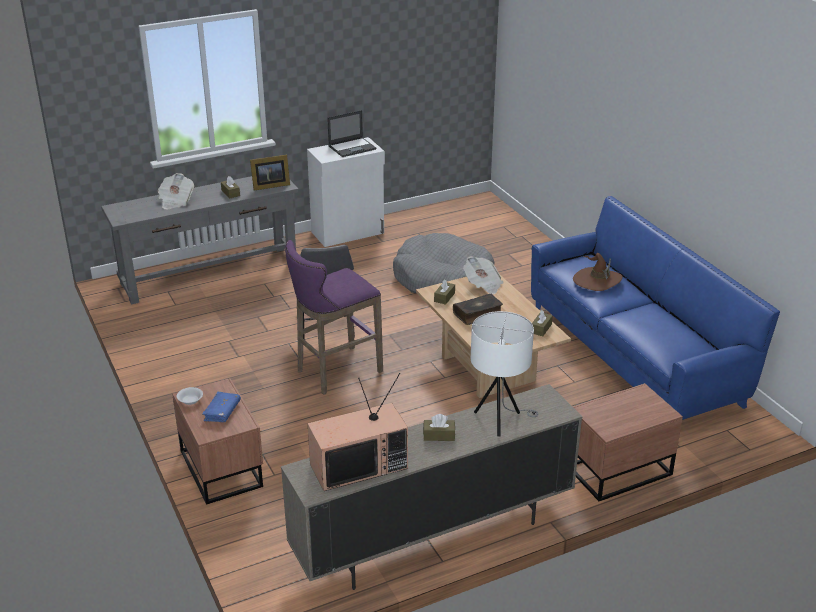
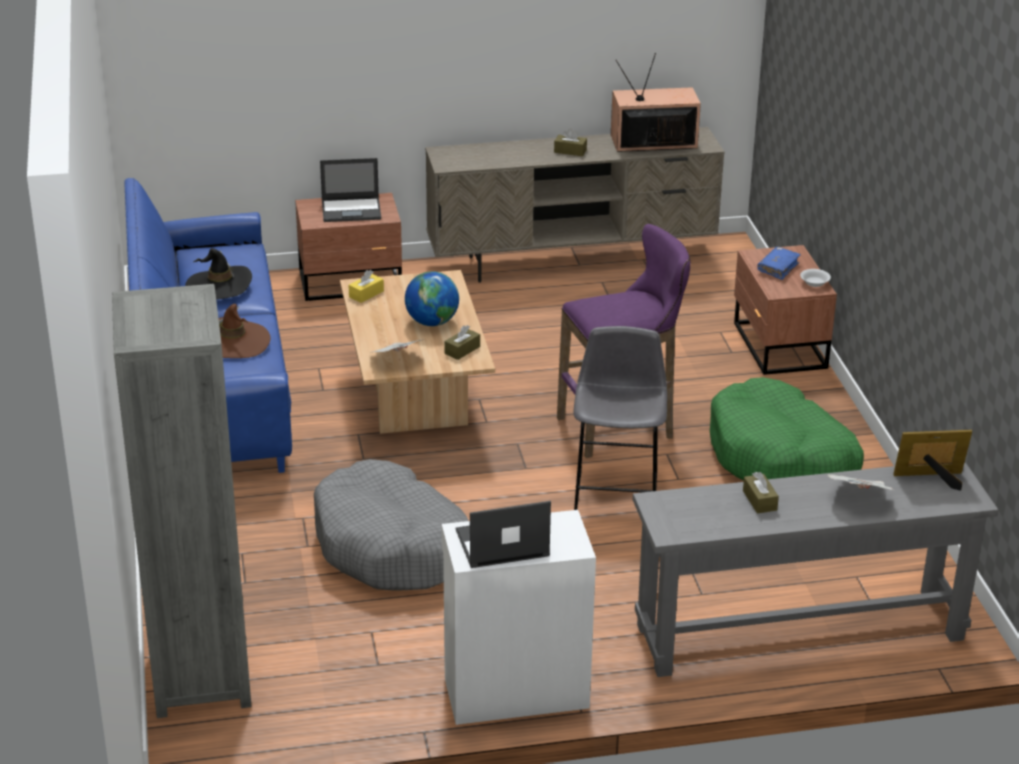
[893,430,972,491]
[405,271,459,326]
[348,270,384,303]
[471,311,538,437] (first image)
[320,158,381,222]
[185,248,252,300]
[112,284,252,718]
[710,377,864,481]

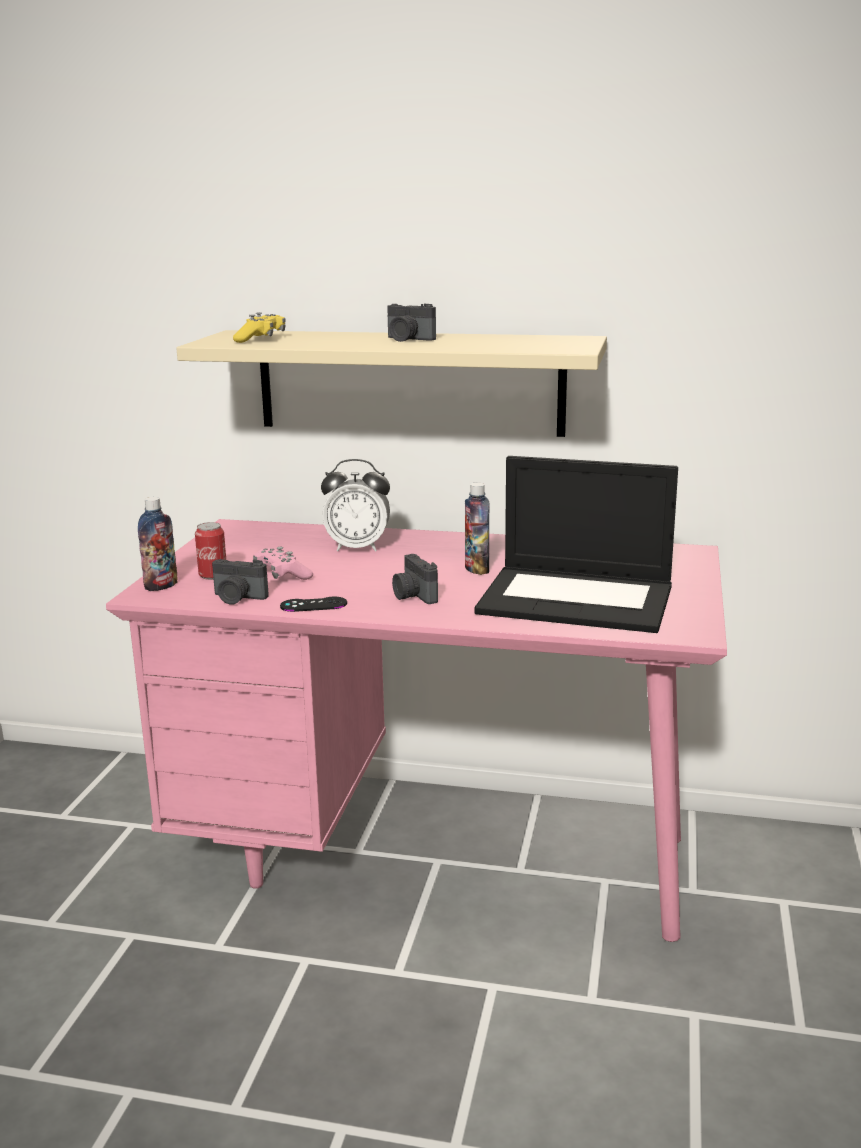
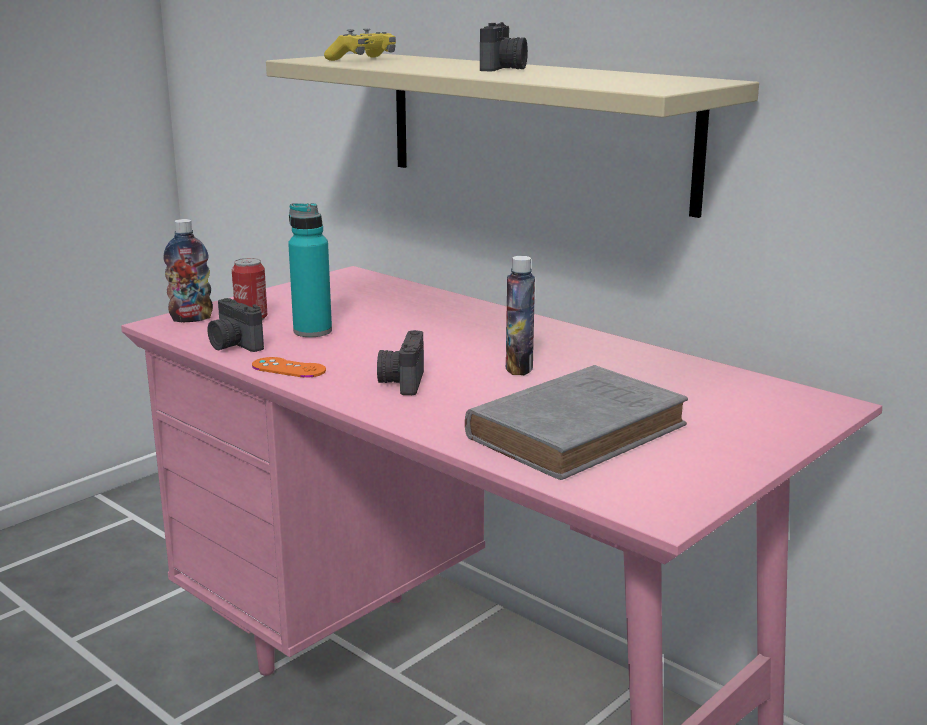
[480,22,528,71]
[465,365,688,480]
[321,459,390,552] (first image)
[288,203,332,337]
[252,357,326,378]

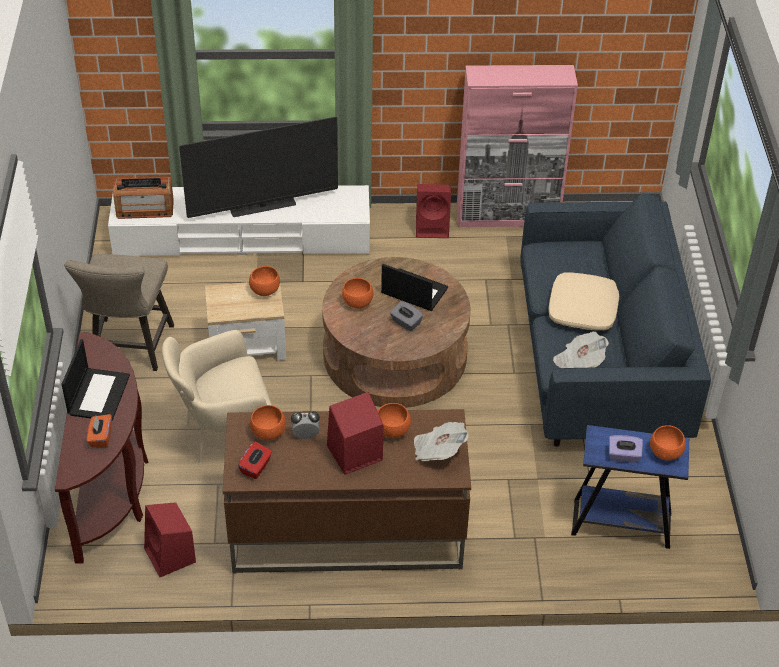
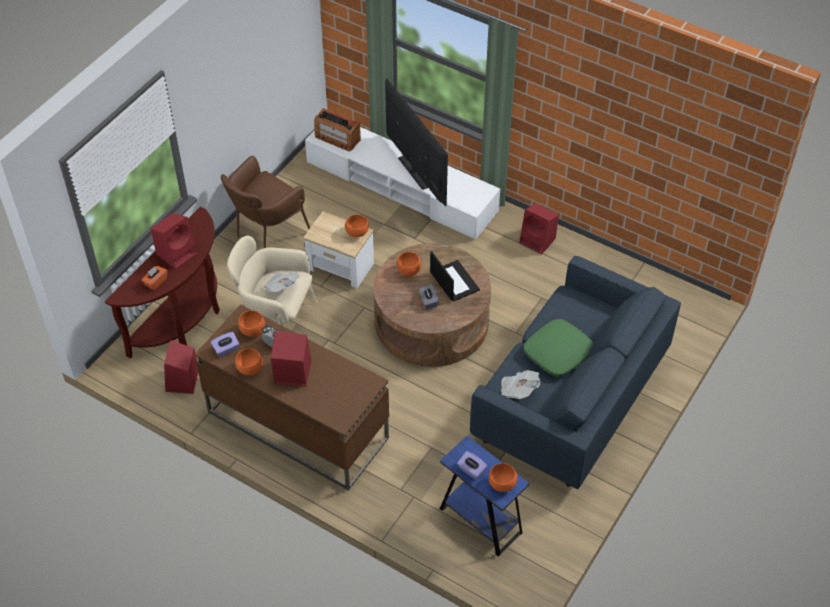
[457,65,578,227] (first image)
[385,79,448,206]
[221,156,310,248]
[524,319,593,377]
[151,213,198,269]
[235,348,263,376]
[263,272,300,292]
[211,332,240,357]

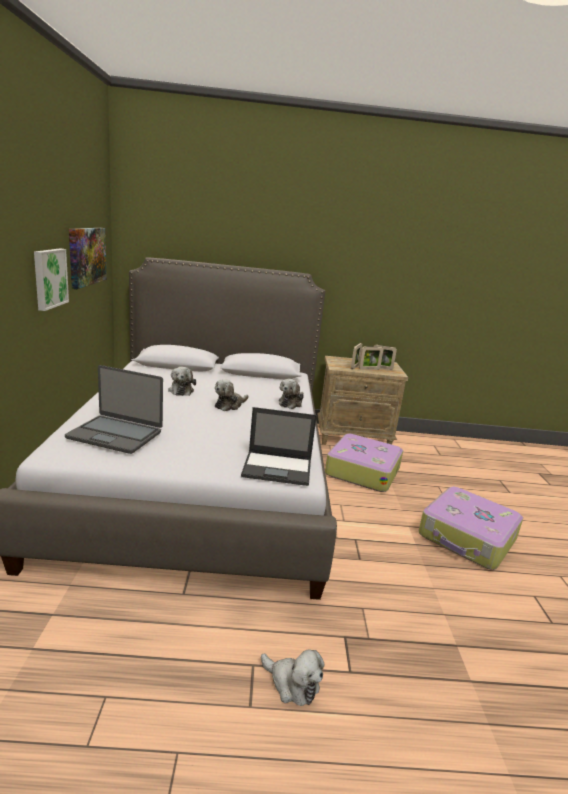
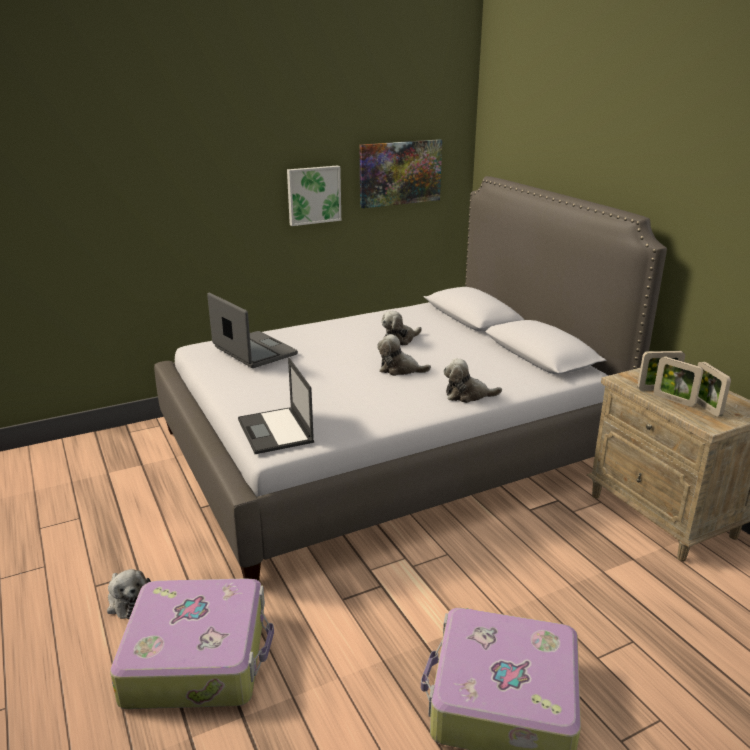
[207,293,298,368]
[110,578,274,709]
[107,569,151,619]

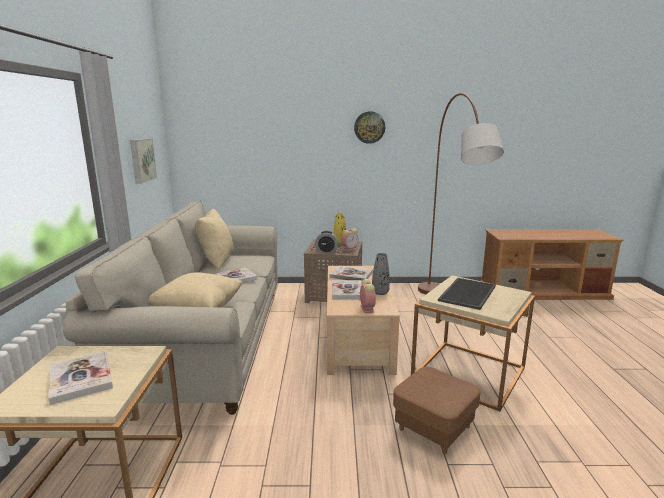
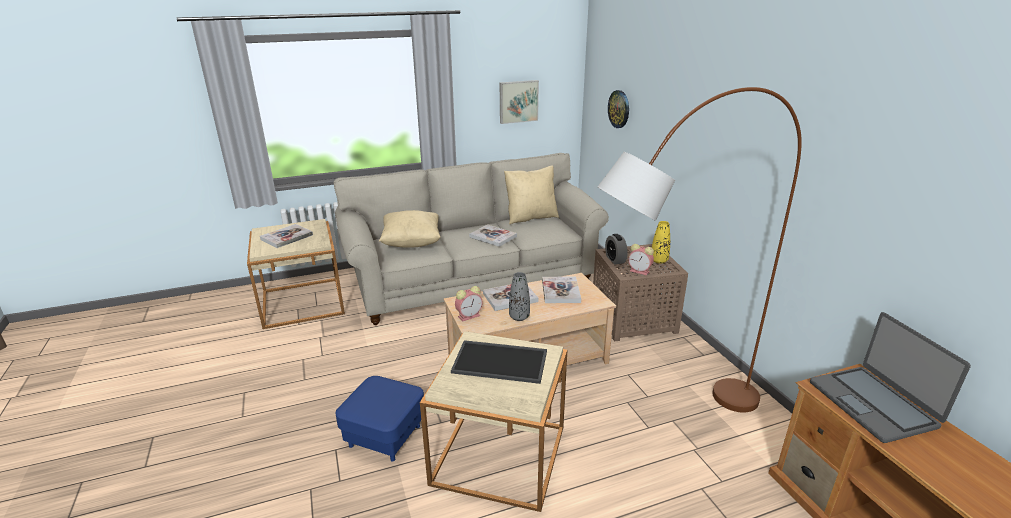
[608,90,629,128]
[335,376,424,461]
[810,312,971,443]

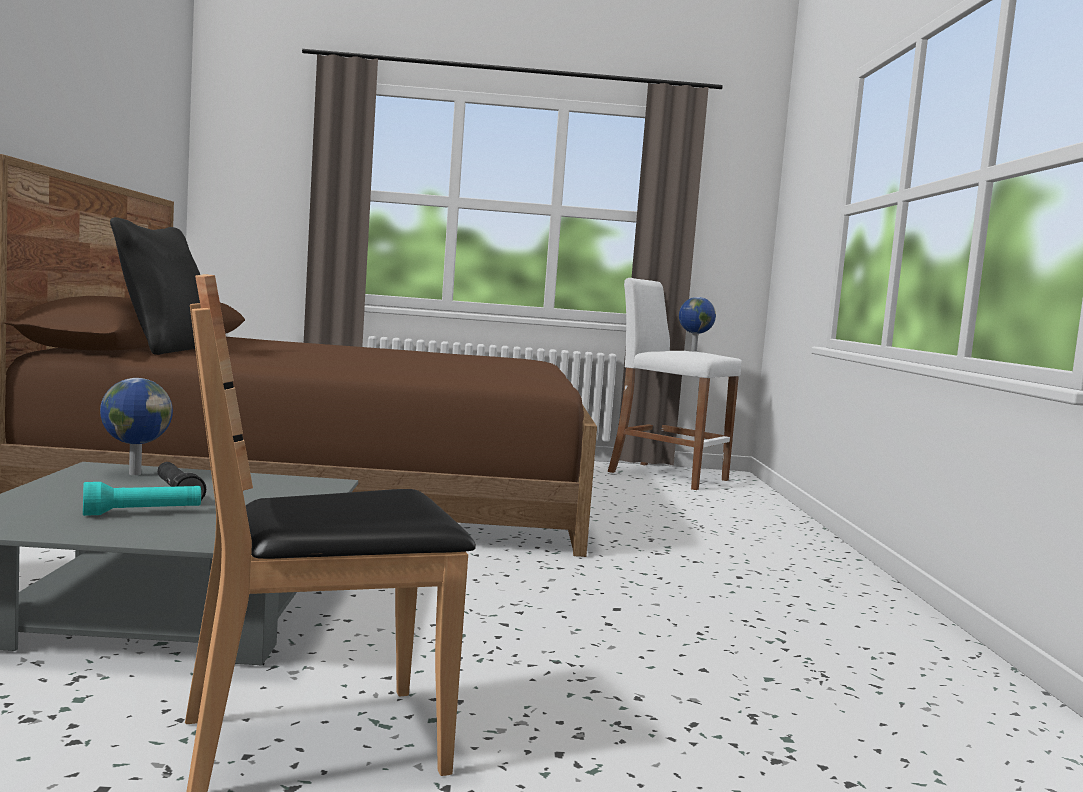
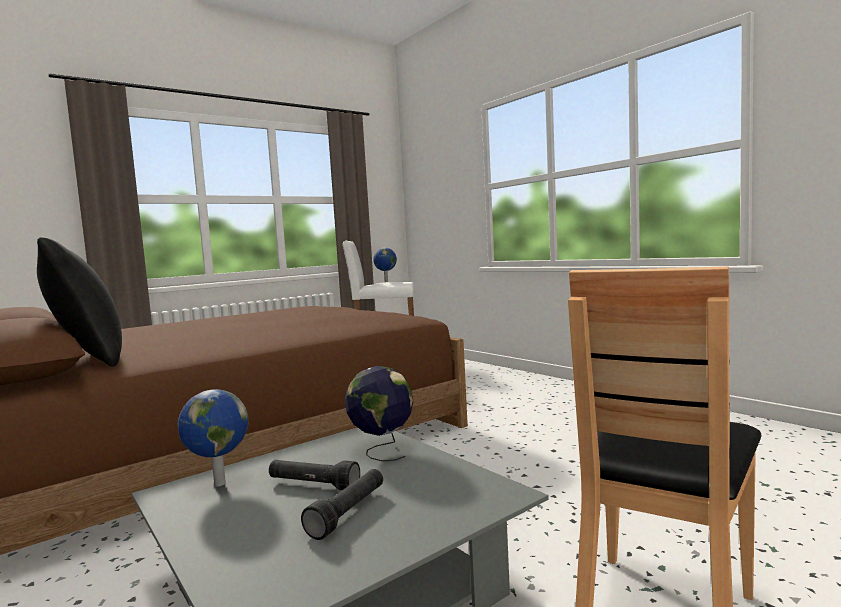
[301,469,383,540]
[345,366,413,462]

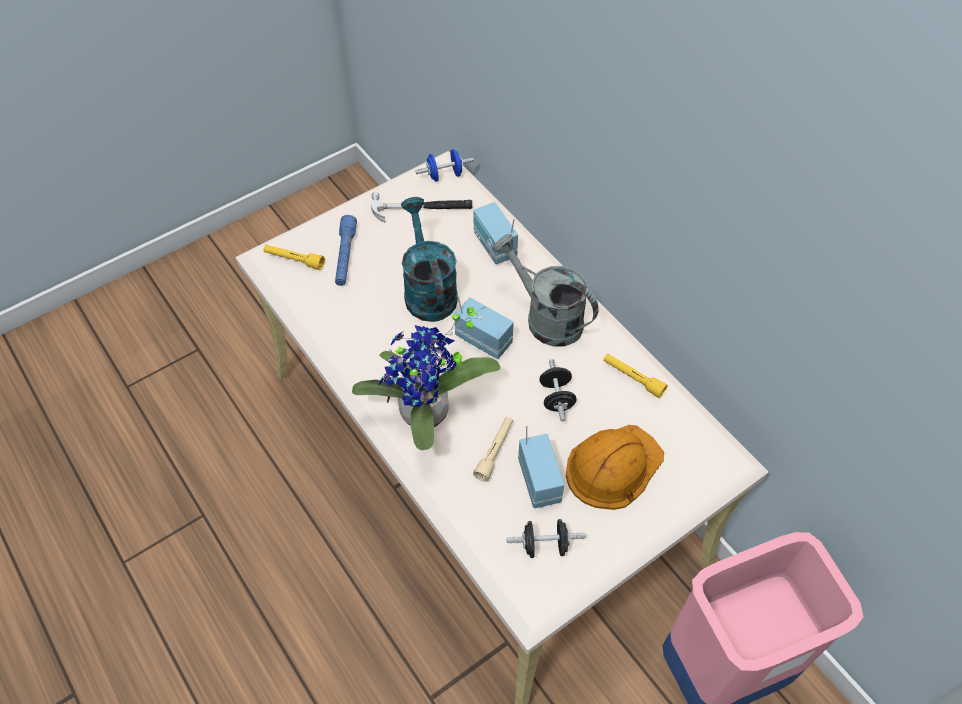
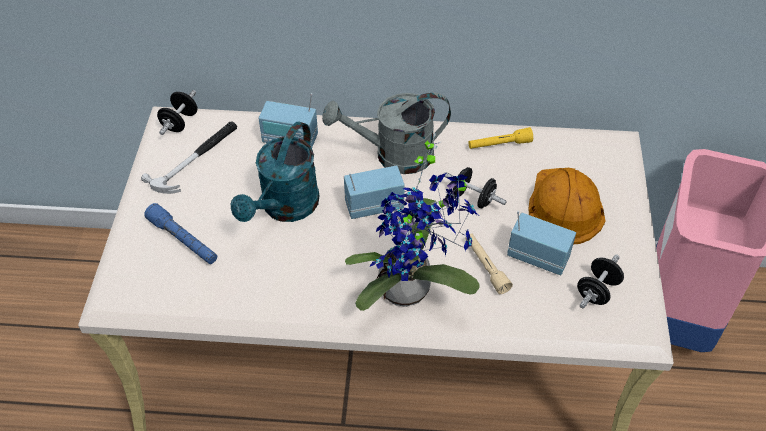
[157,90,198,135]
[231,121,320,222]
[264,245,325,270] (first image)

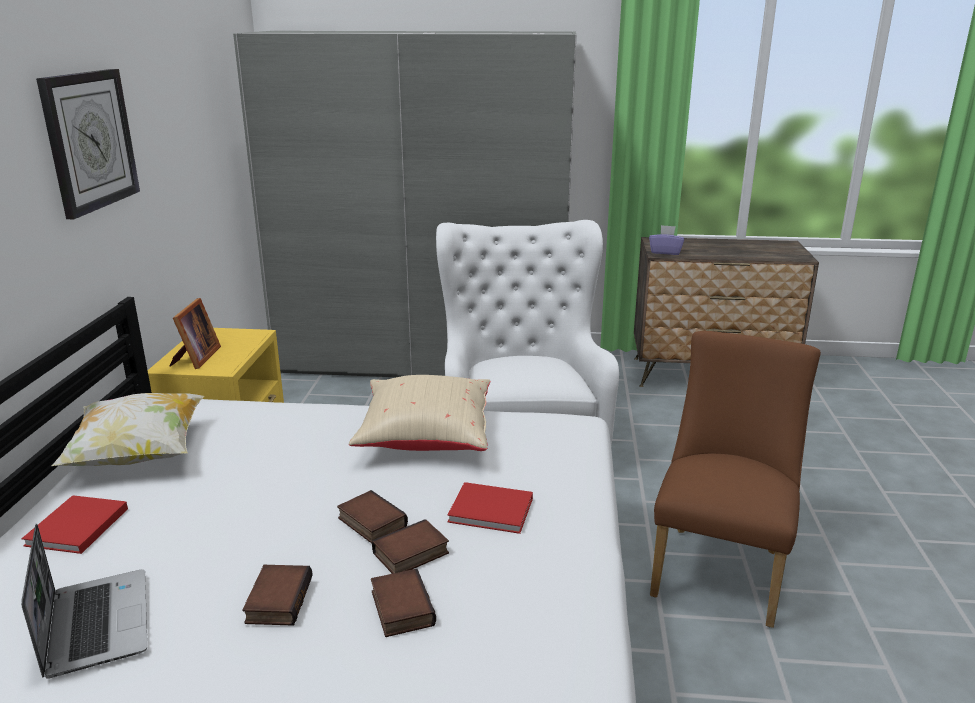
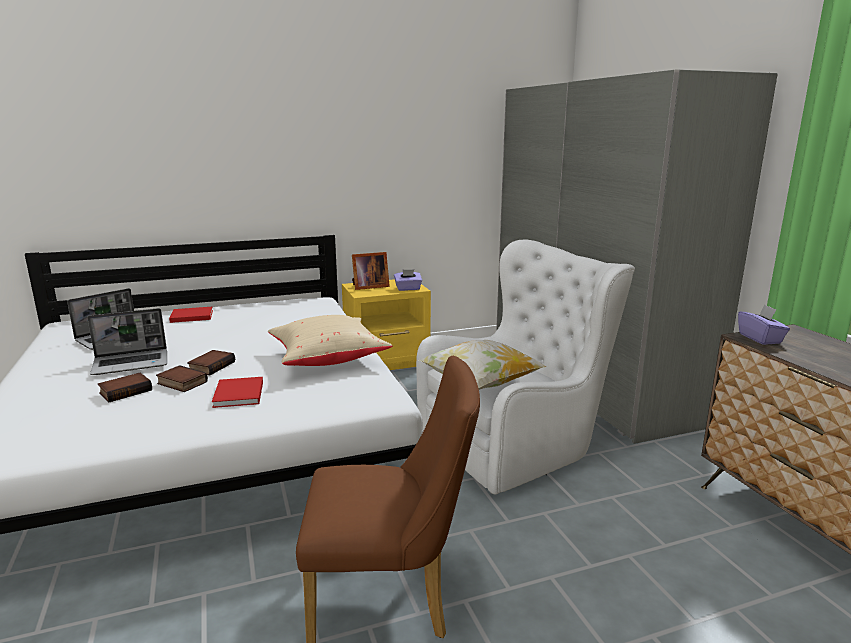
[36,69,140,219] (first image)
[419,340,546,390]
[87,308,167,375]
[394,269,422,291]

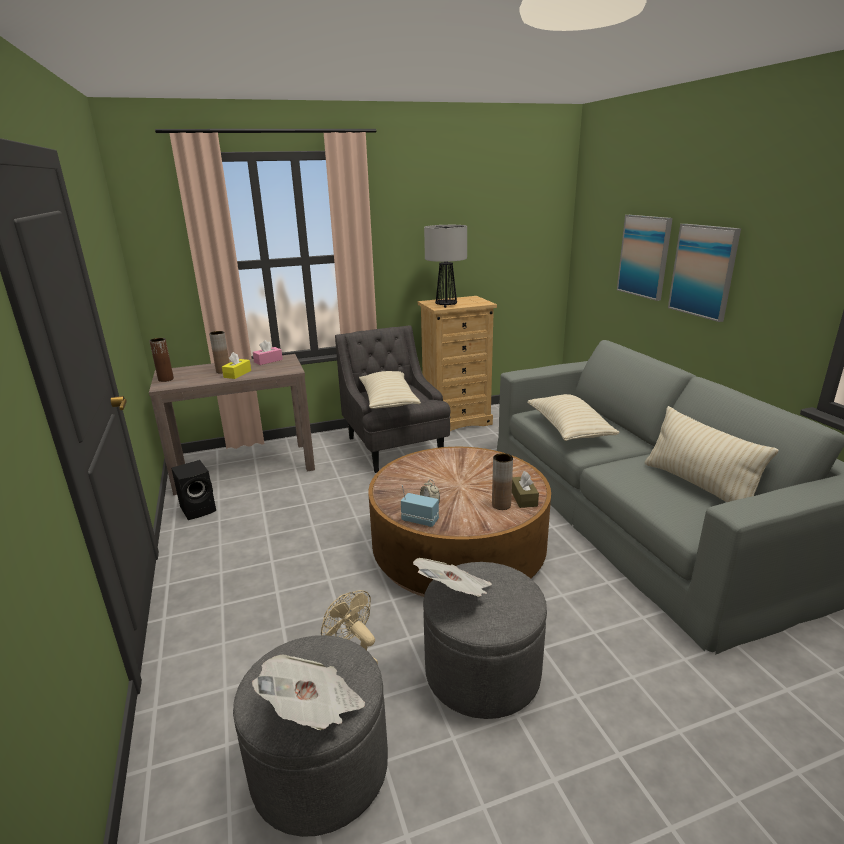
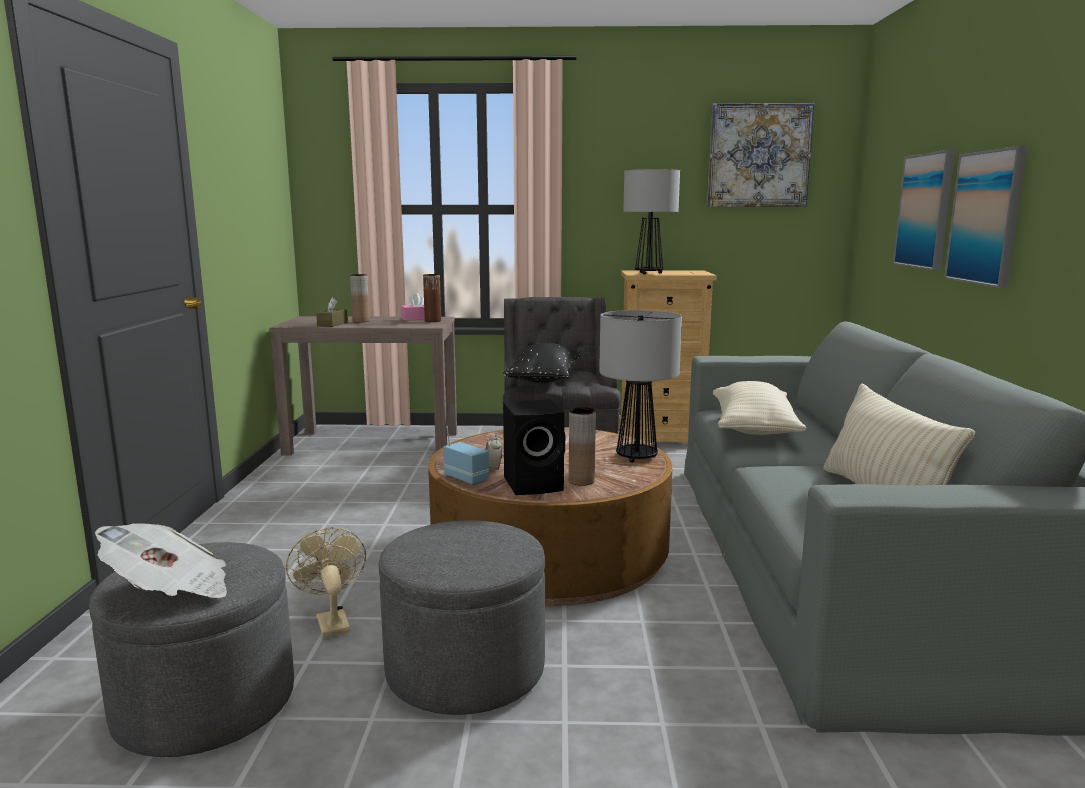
[423,274,441,322]
[222,352,251,379] (first image)
[503,343,580,383]
[503,399,565,495]
[316,297,348,327]
[413,558,492,597] (first image)
[707,103,815,207]
[599,310,682,463]

